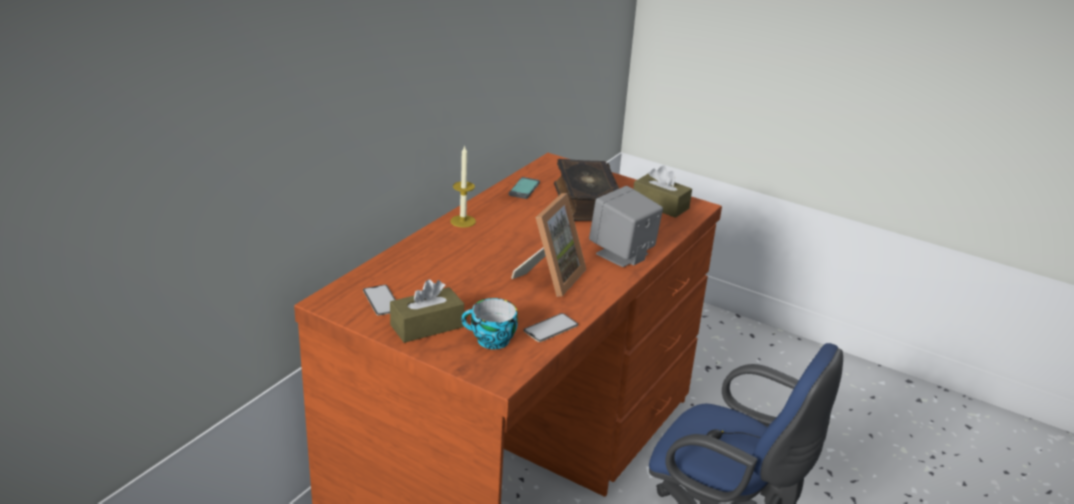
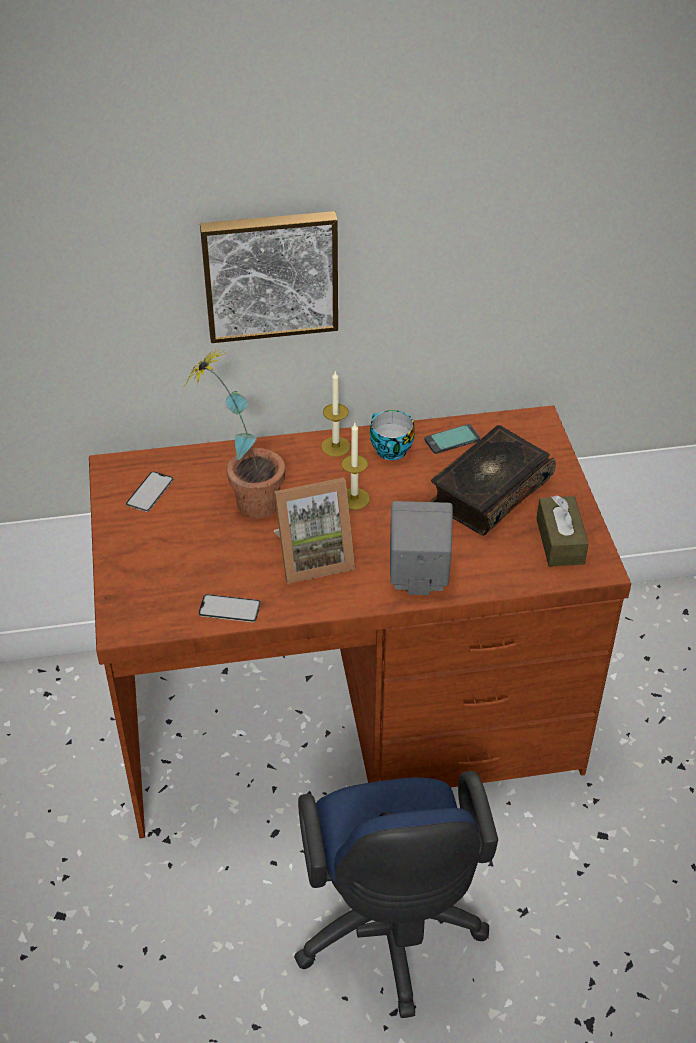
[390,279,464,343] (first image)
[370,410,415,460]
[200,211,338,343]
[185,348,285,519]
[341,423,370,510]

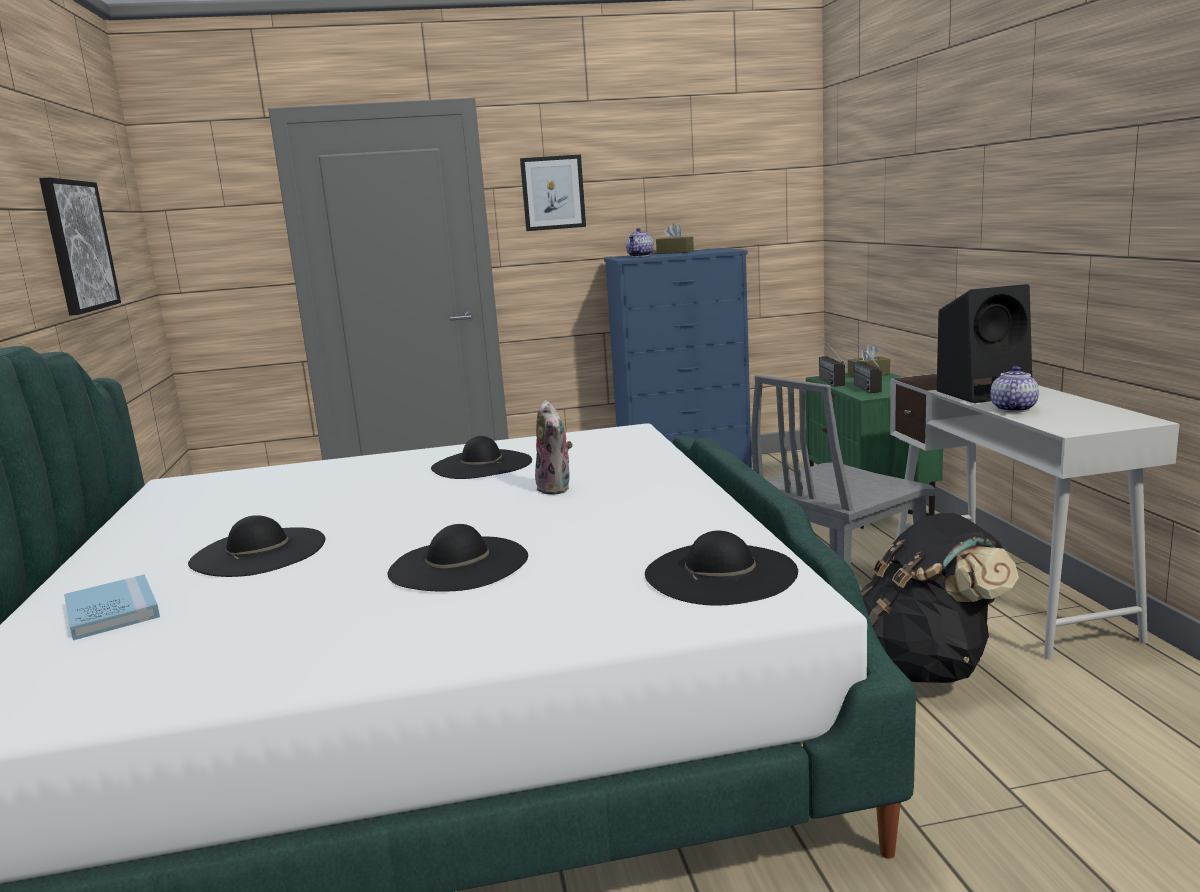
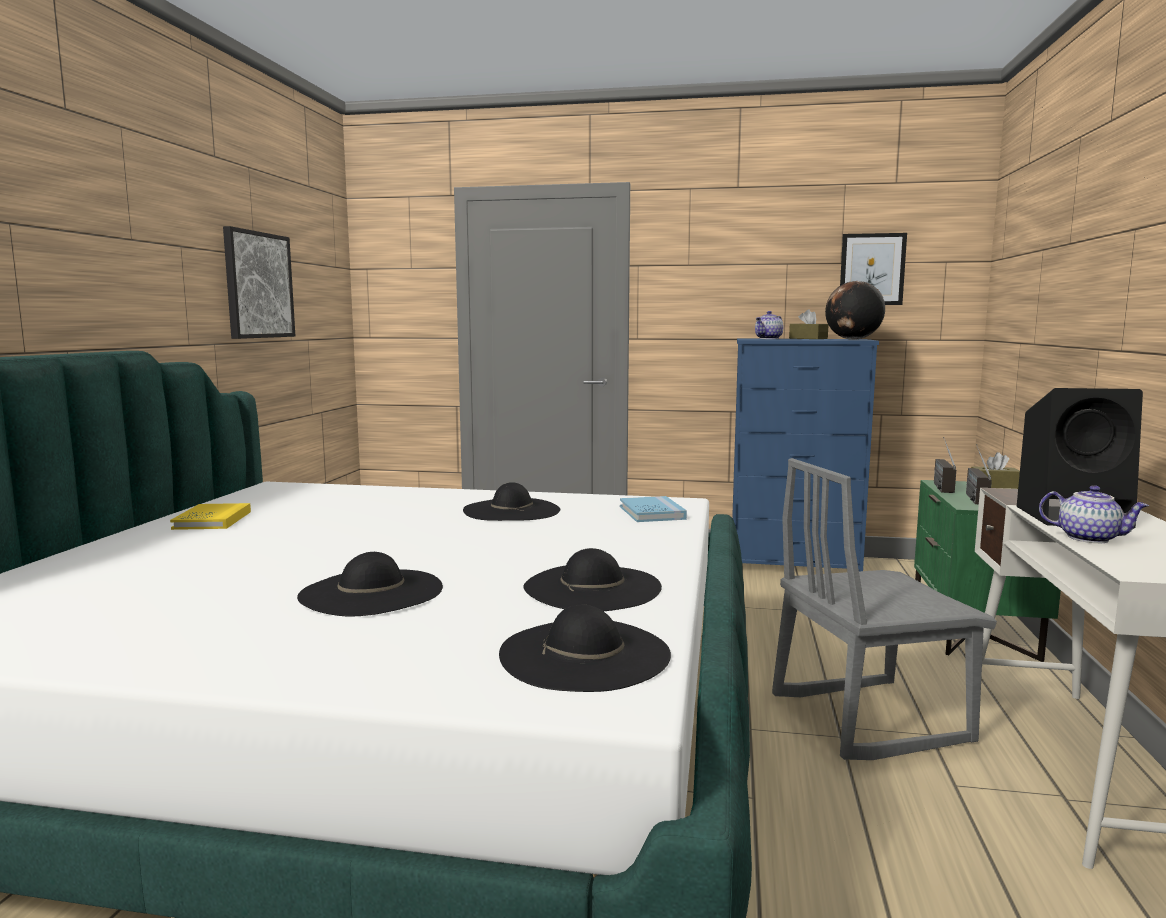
[840,233,907,305]
[1039,485,1149,543]
[535,400,573,495] (first image)
[860,513,1019,683] (first image)
[523,548,662,611]
[620,496,687,522]
[825,281,885,340]
[170,503,251,530]

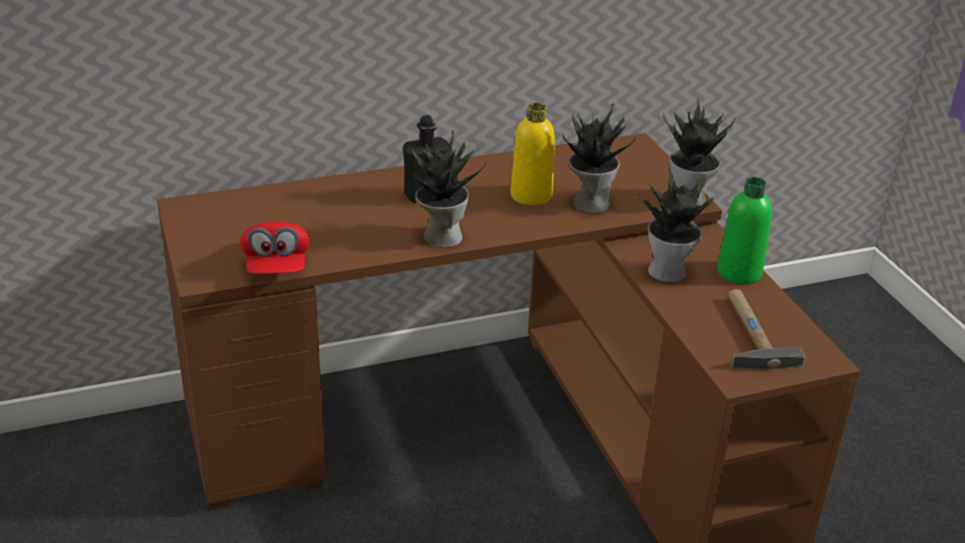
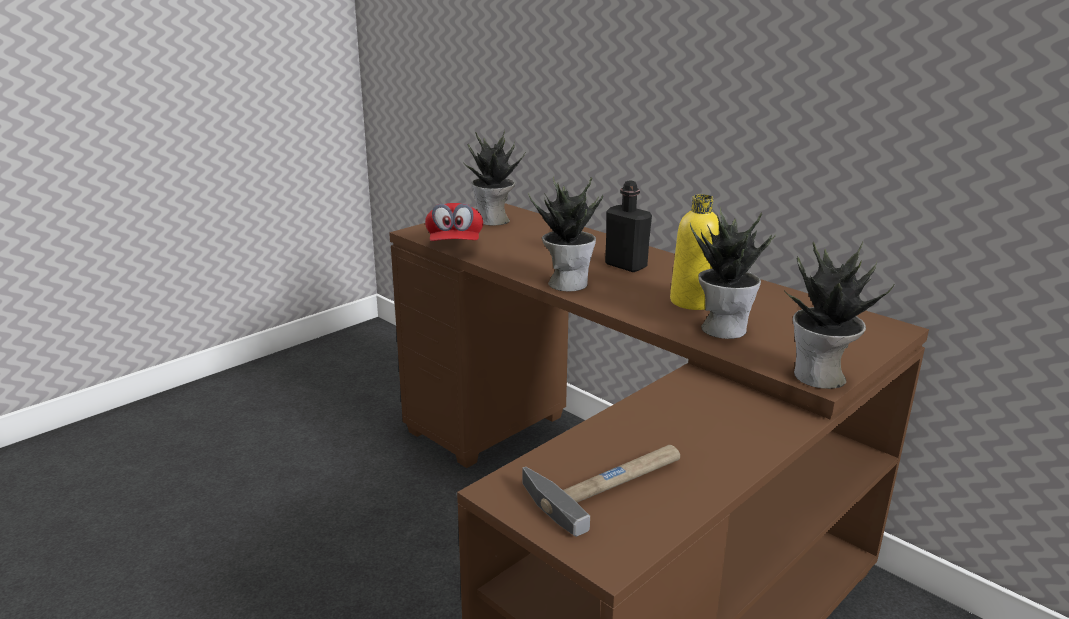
[463,130,526,226]
[717,177,772,284] (first image)
[425,203,483,241]

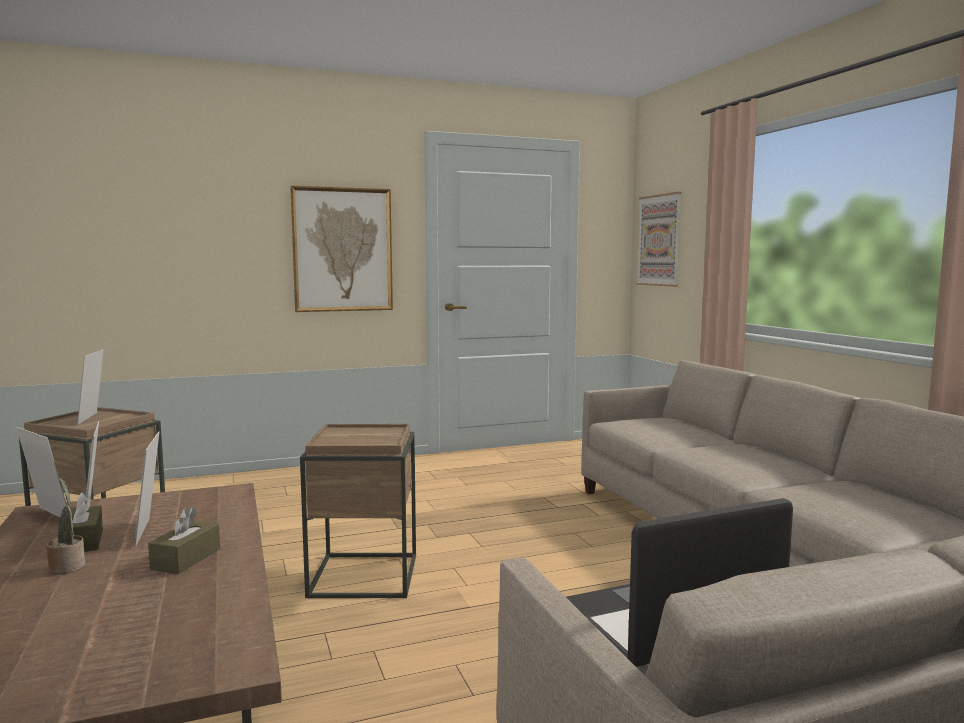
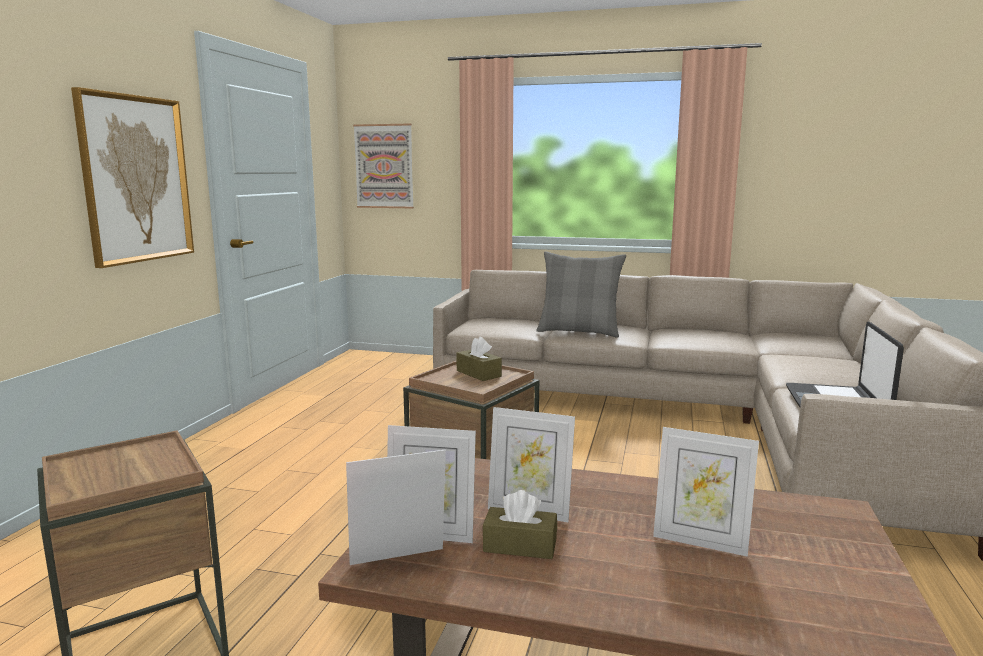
[653,427,759,557]
[46,477,85,575] (first image)
[456,337,502,381]
[536,251,626,338]

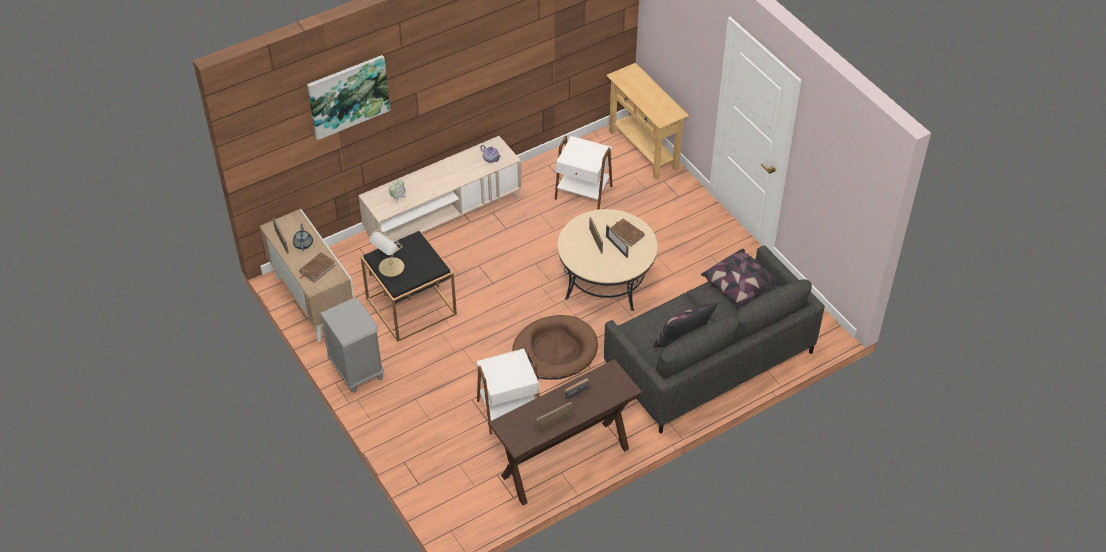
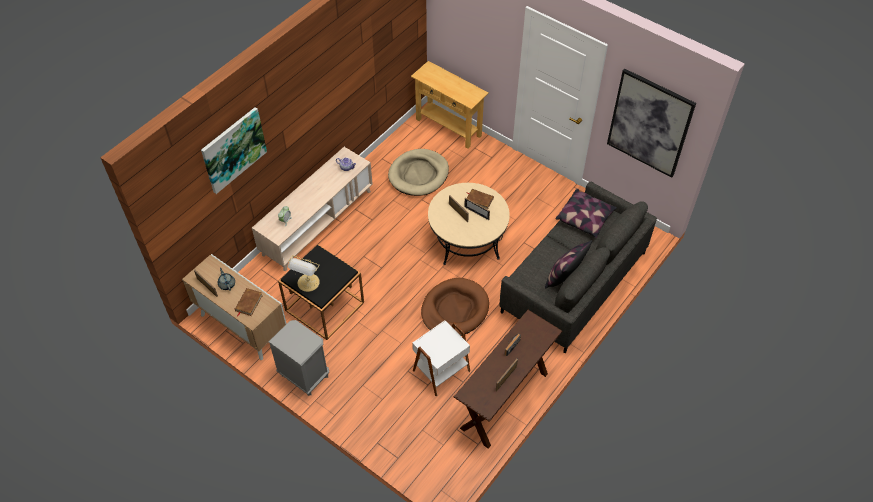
[388,149,449,196]
[607,69,696,178]

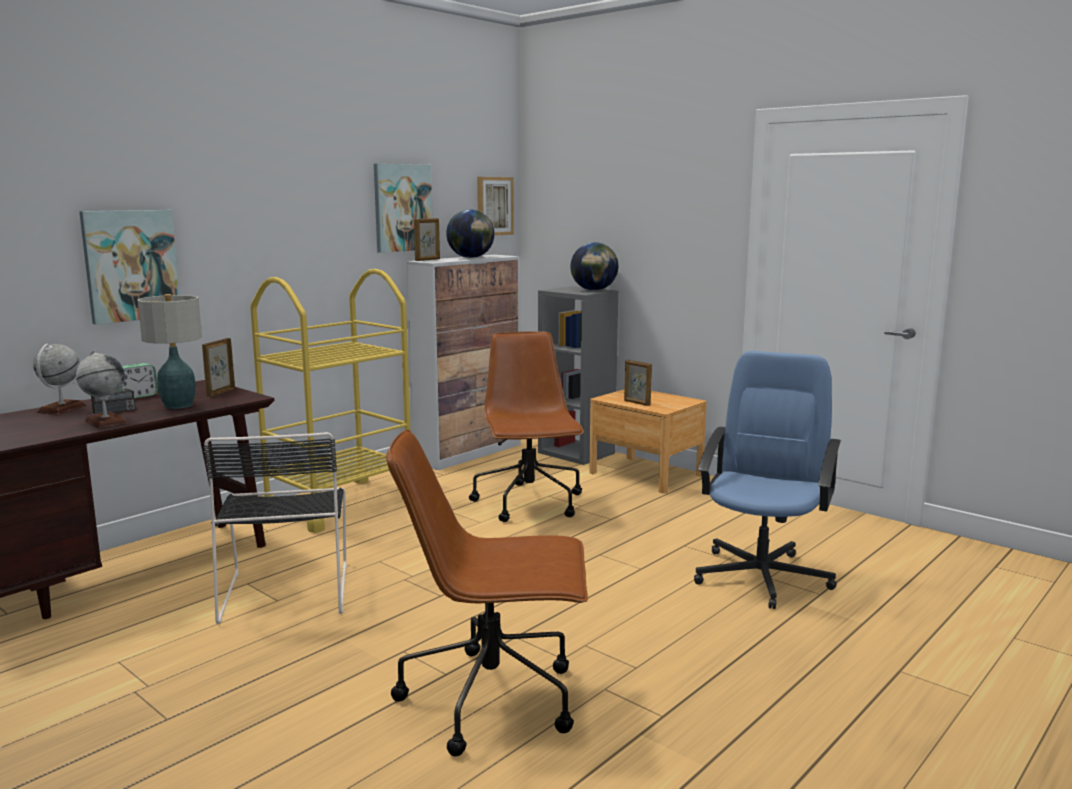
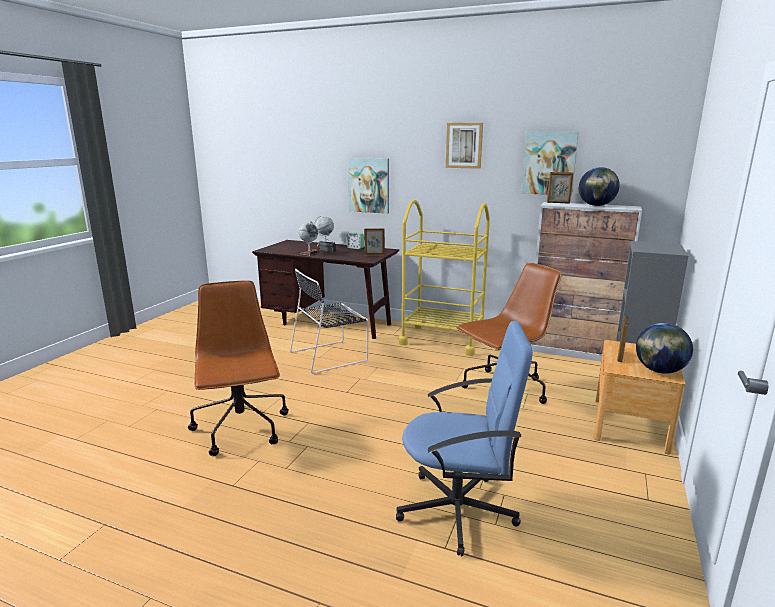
[446,123,483,169]
[636,323,693,374]
[138,294,202,409] (first image)

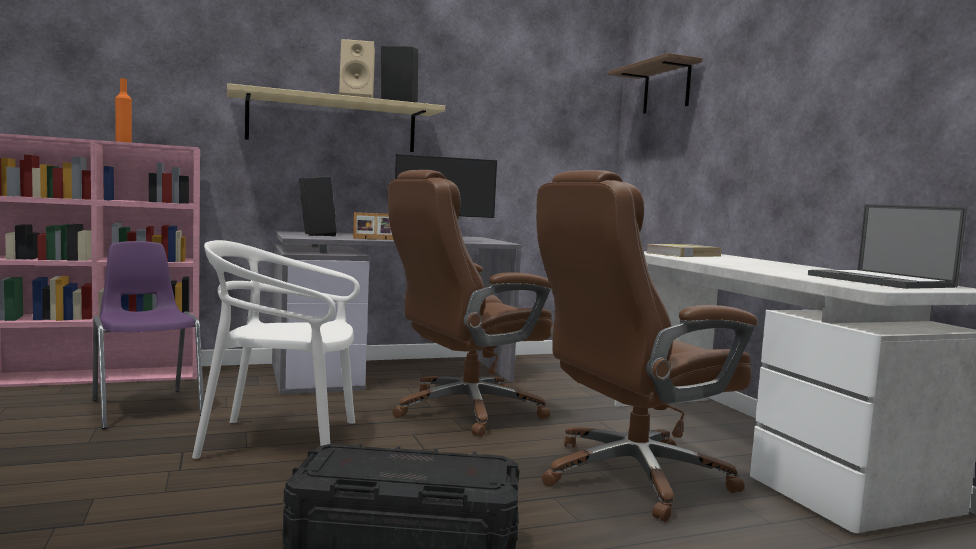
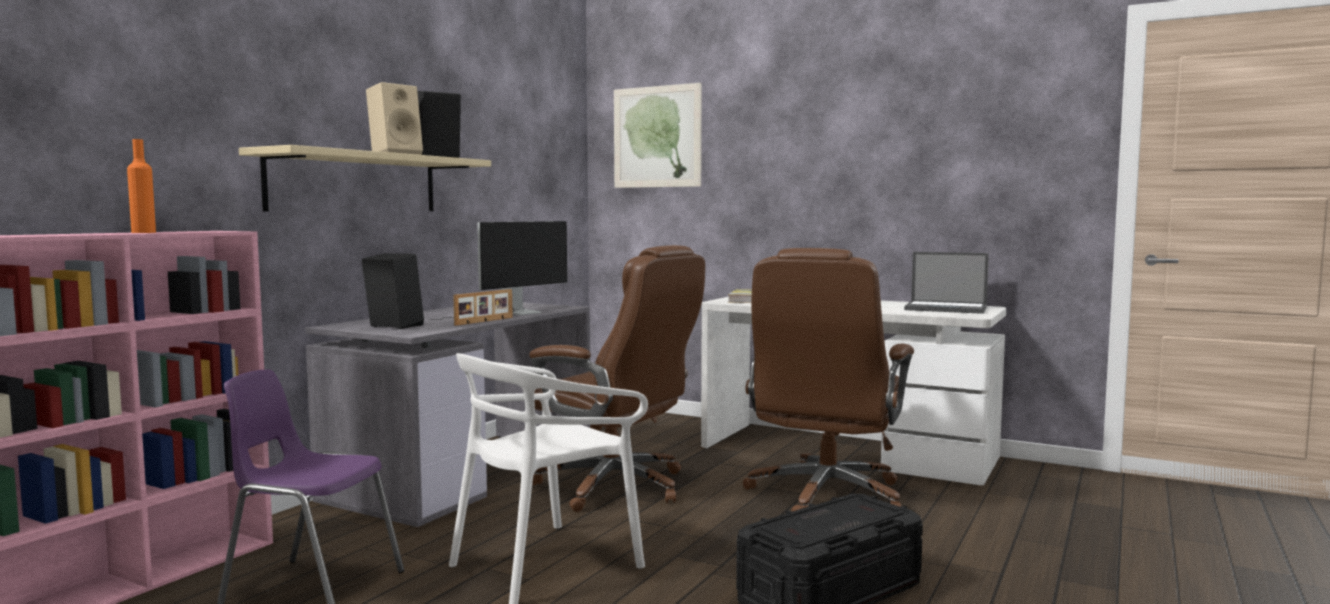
[614,83,702,188]
[529,245,705,512]

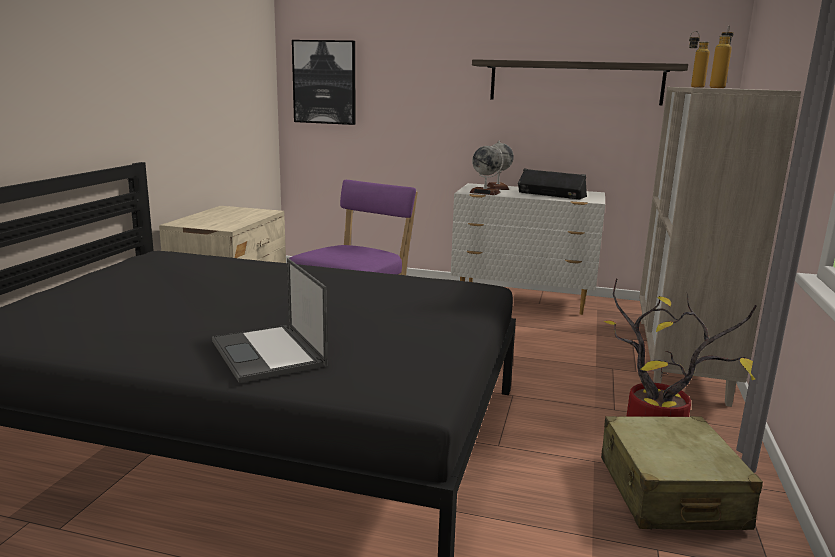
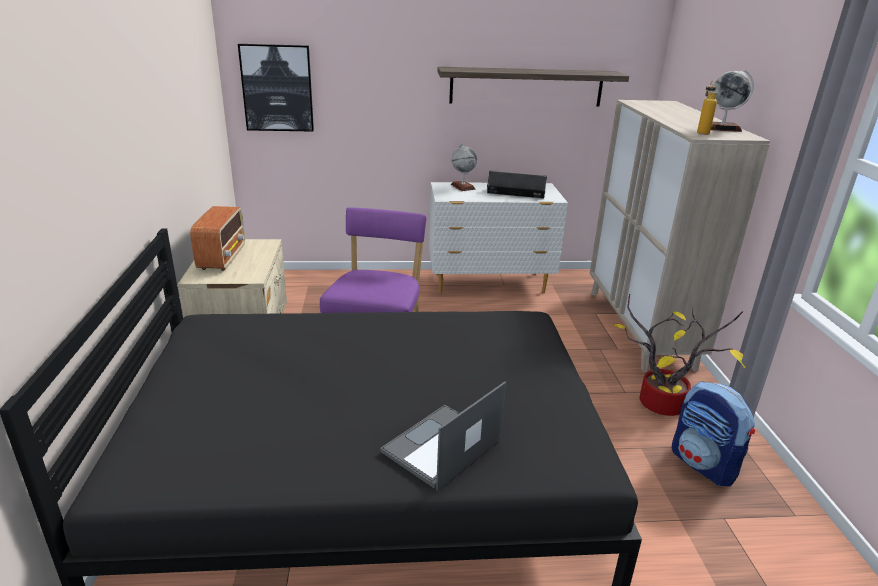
[689,31,710,88] (first image)
[711,69,754,132]
[380,382,506,491]
[672,381,755,487]
[190,206,245,271]

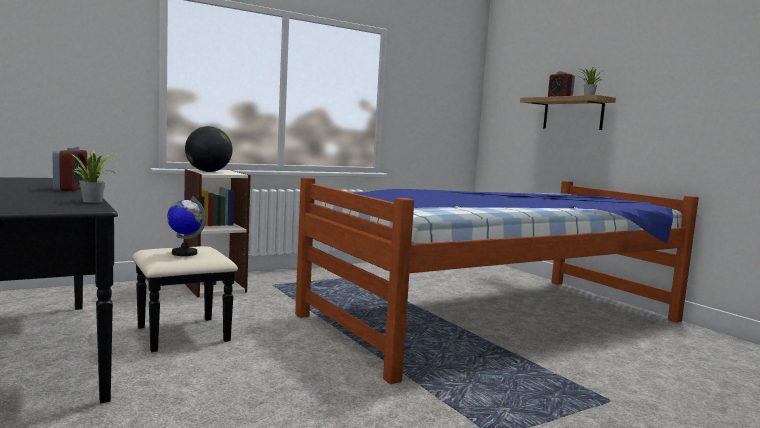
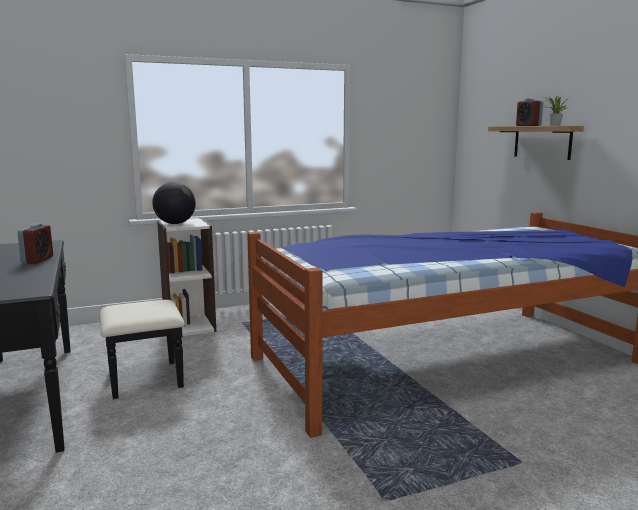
[71,149,114,203] (first image)
[167,196,206,256] (first image)

